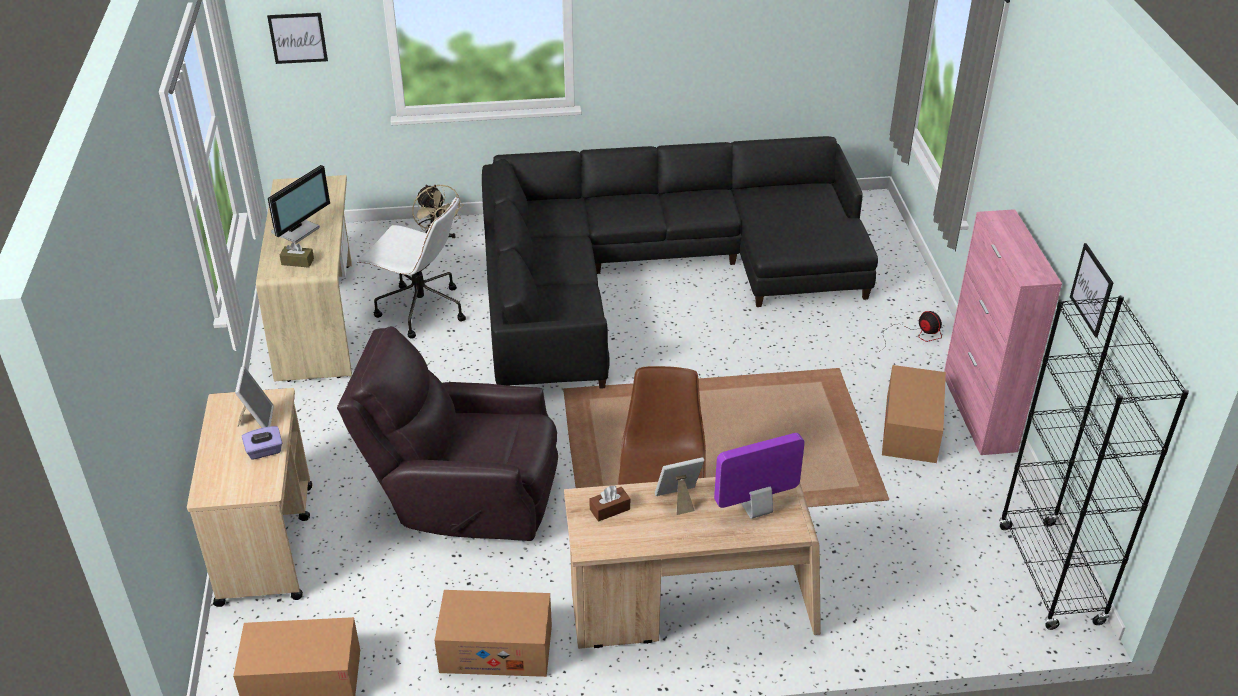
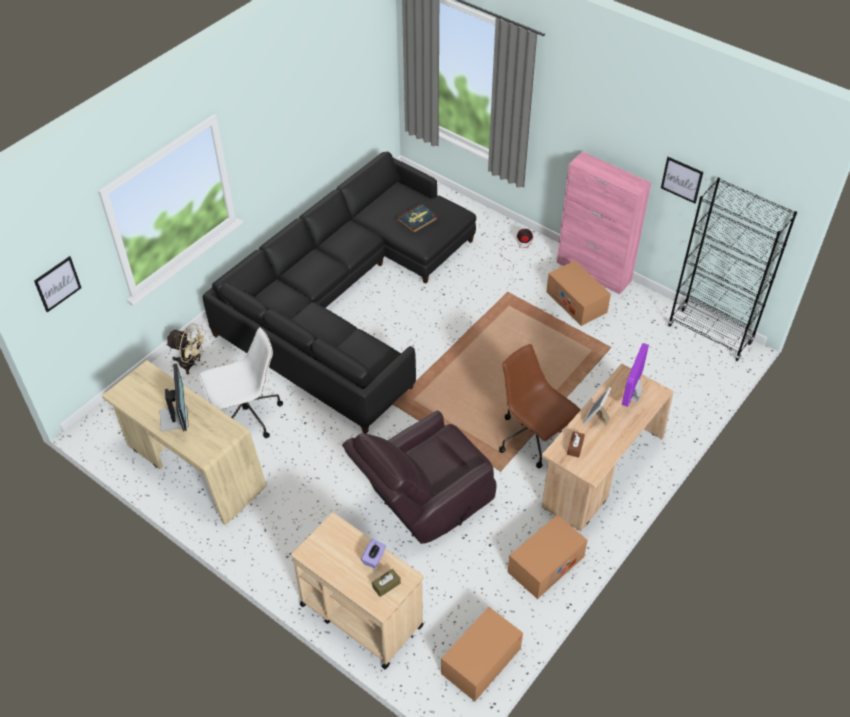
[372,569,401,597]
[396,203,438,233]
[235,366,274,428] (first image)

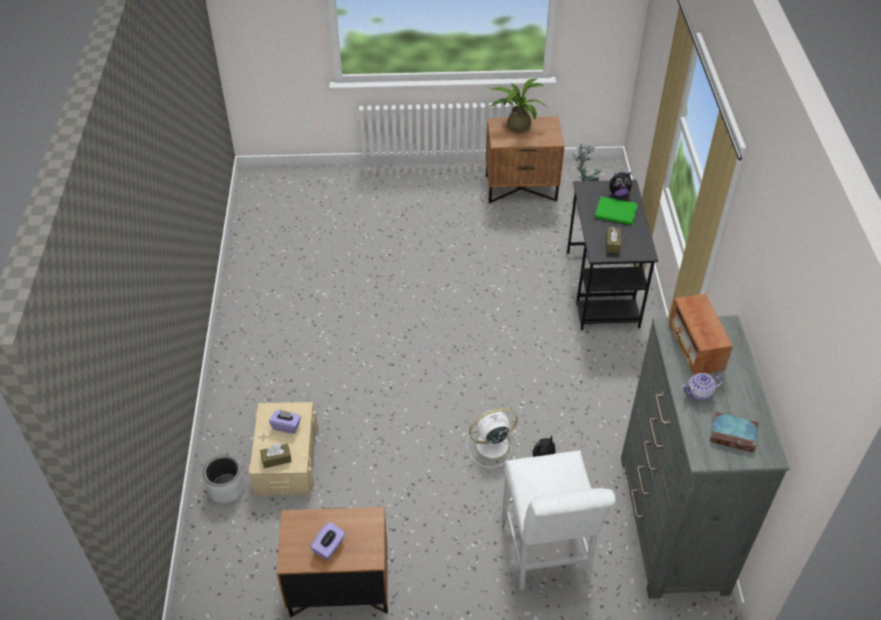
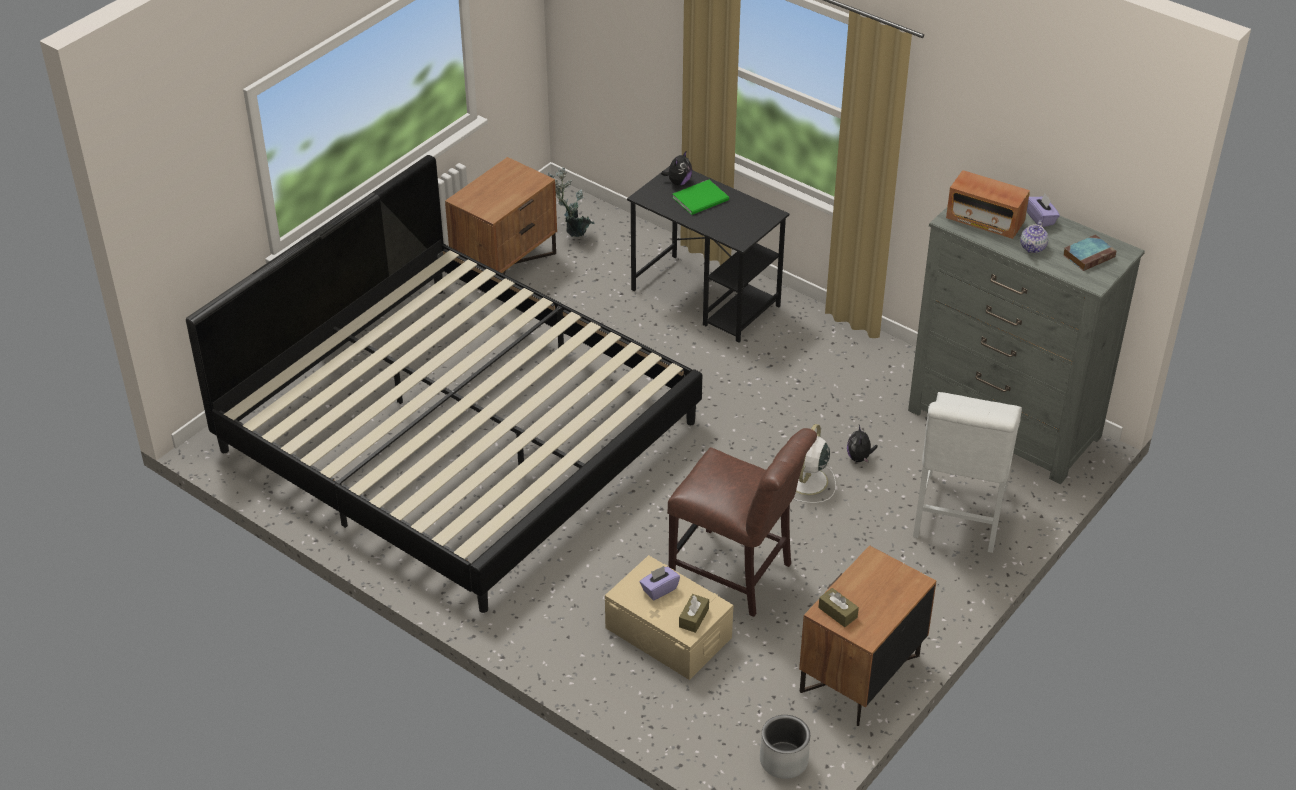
[186,155,702,613]
[667,428,817,617]
[760,715,810,779]
[818,588,859,627]
[913,392,1022,553]
[1027,193,1060,227]
[490,79,549,133] (first image)

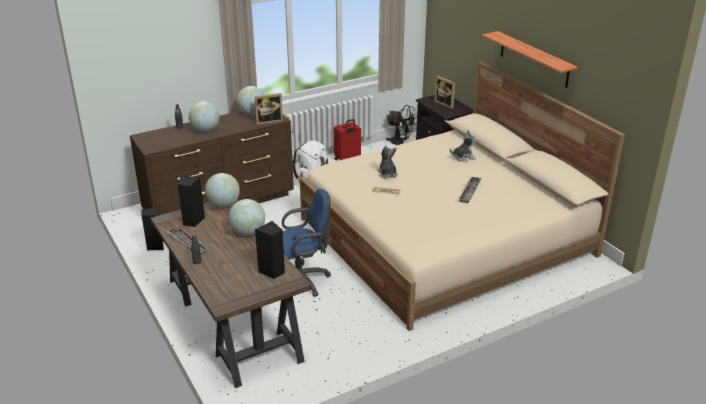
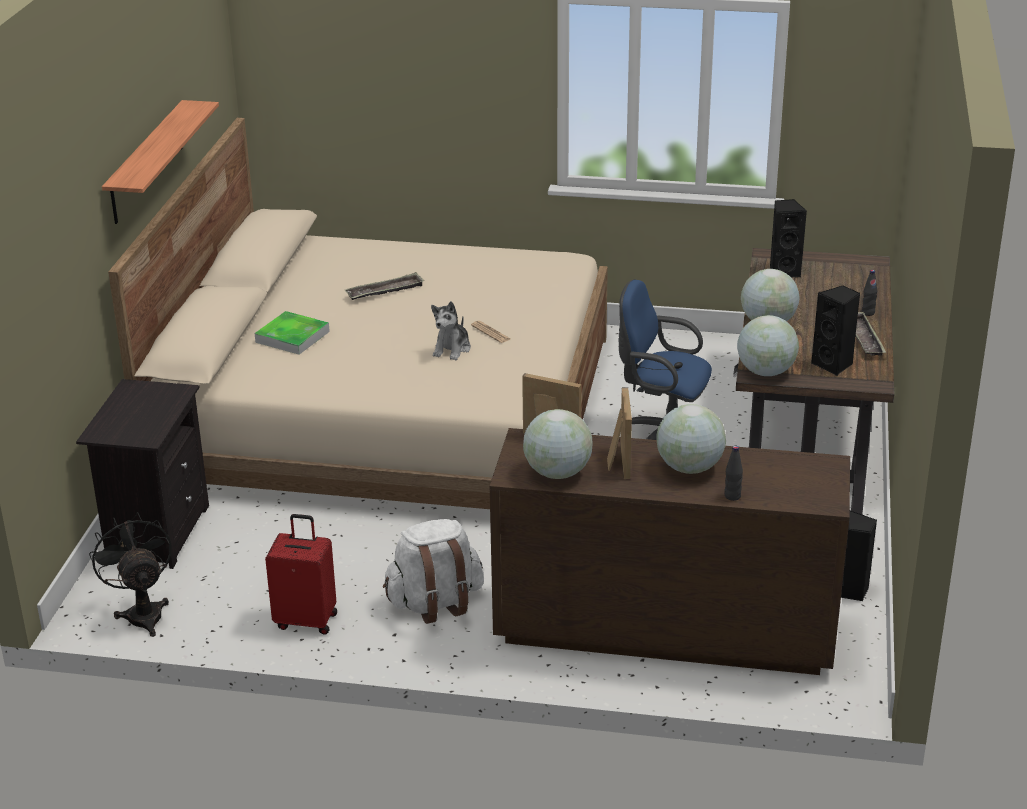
[255,311,330,355]
[607,388,632,479]

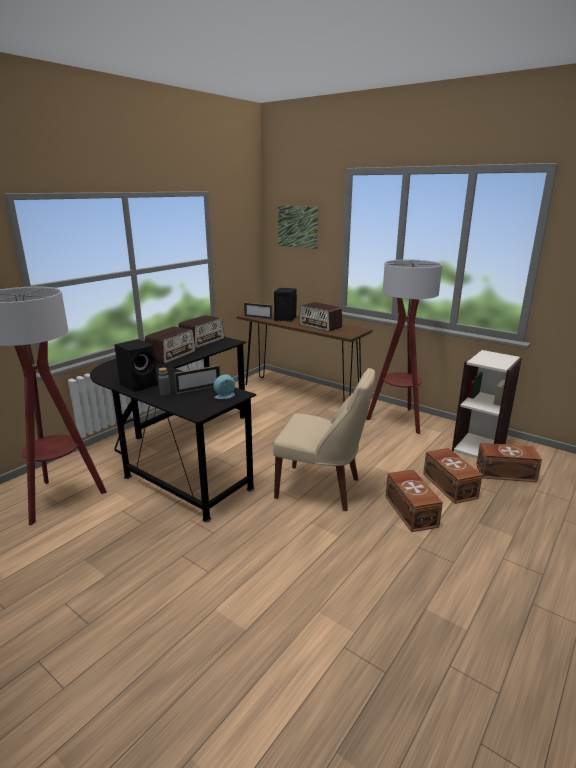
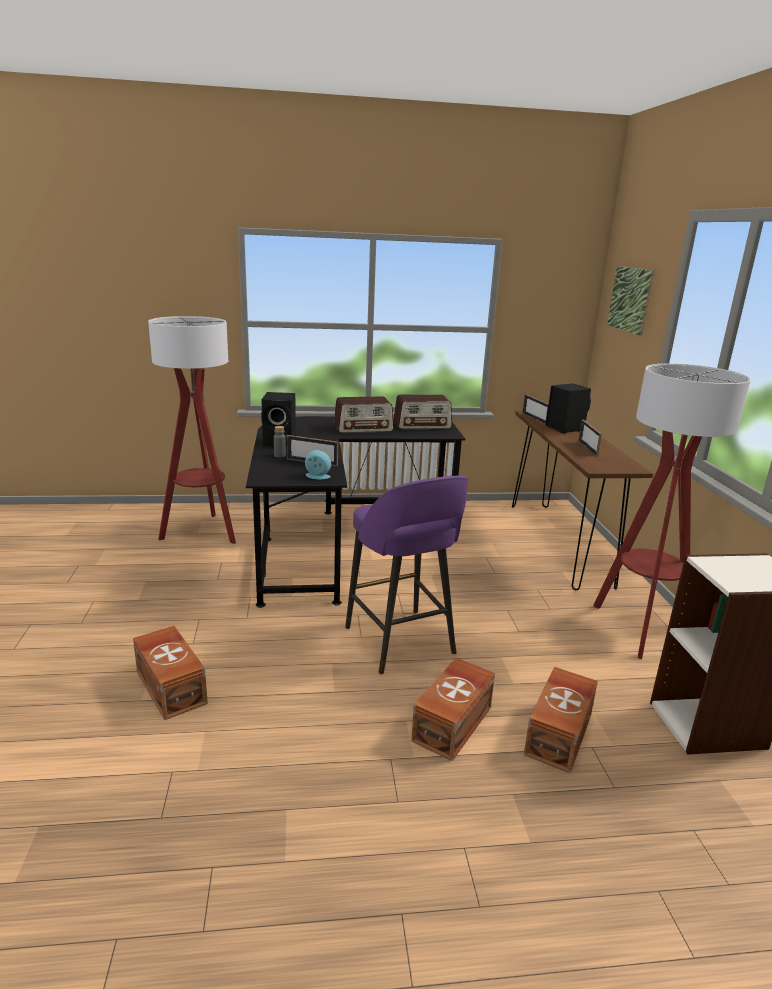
[133,626,208,720]
[345,476,468,674]
[578,420,602,457]

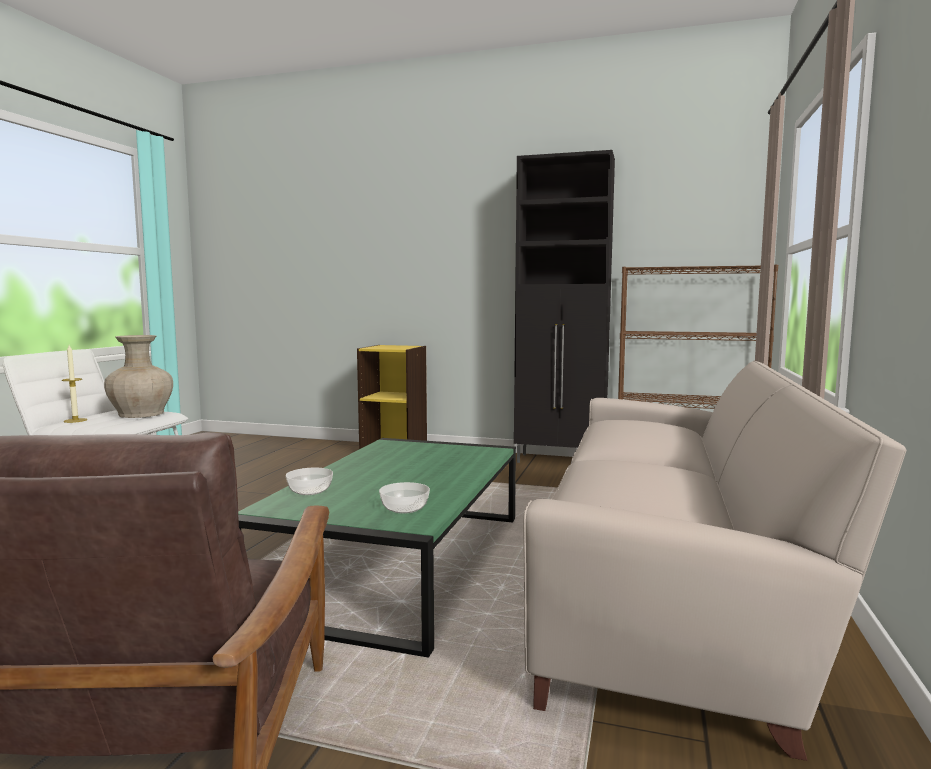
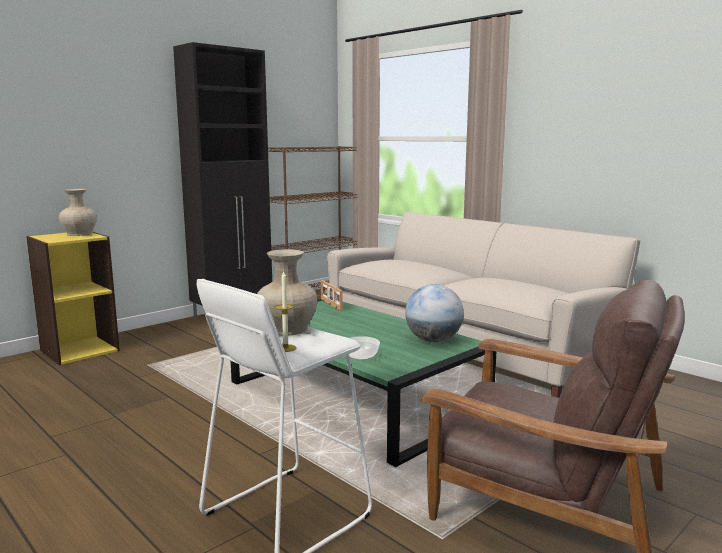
[59,189,97,236]
[321,280,343,311]
[405,284,464,342]

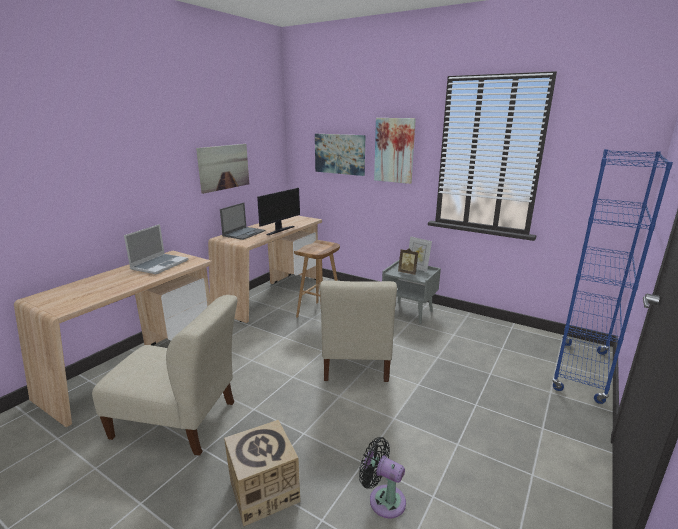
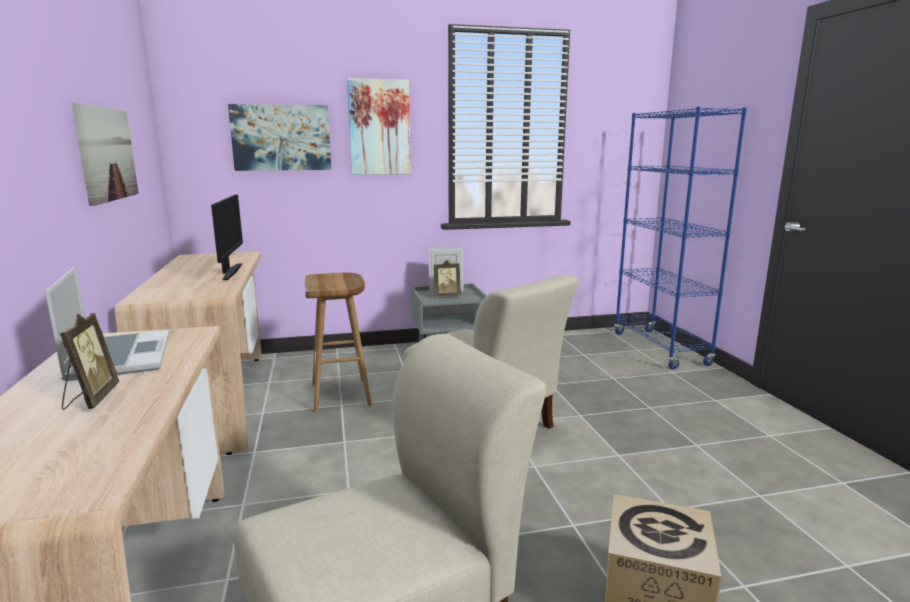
[60,313,119,410]
[220,203,265,240] (first image)
[359,437,406,519] (first image)

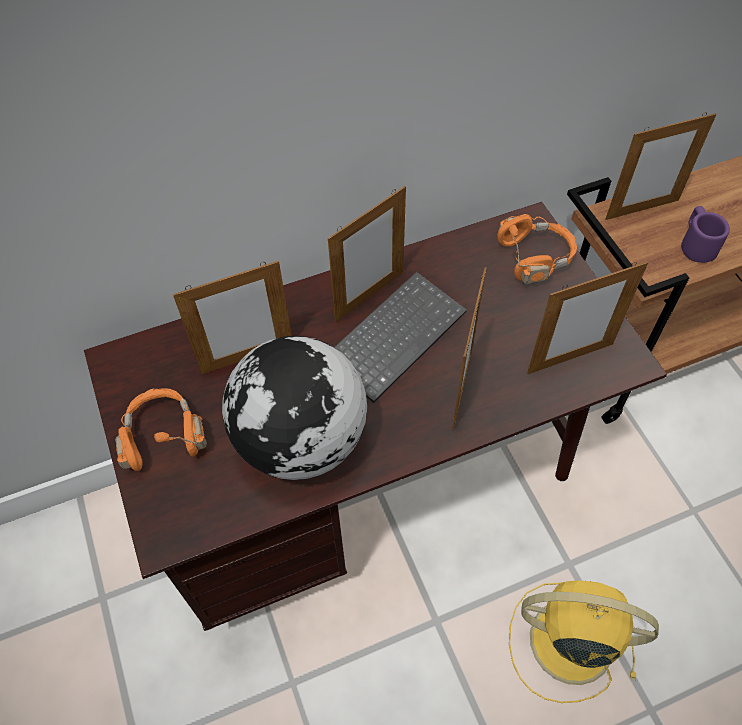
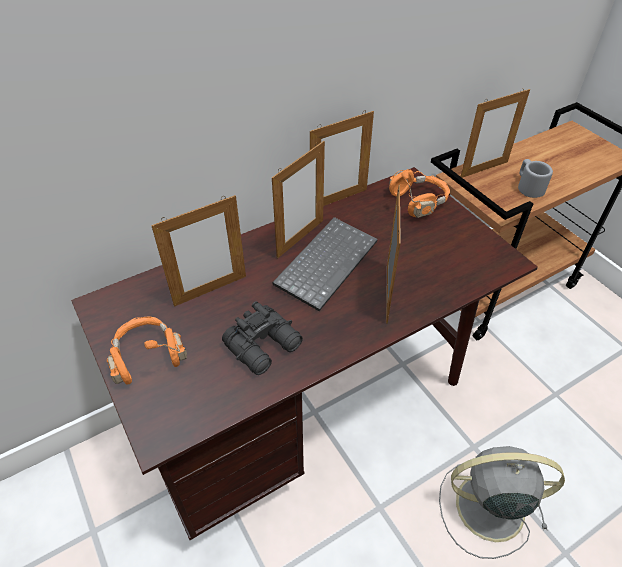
[222,301,303,375]
[310,110,374,206]
[439,446,565,559]
[518,159,553,198]

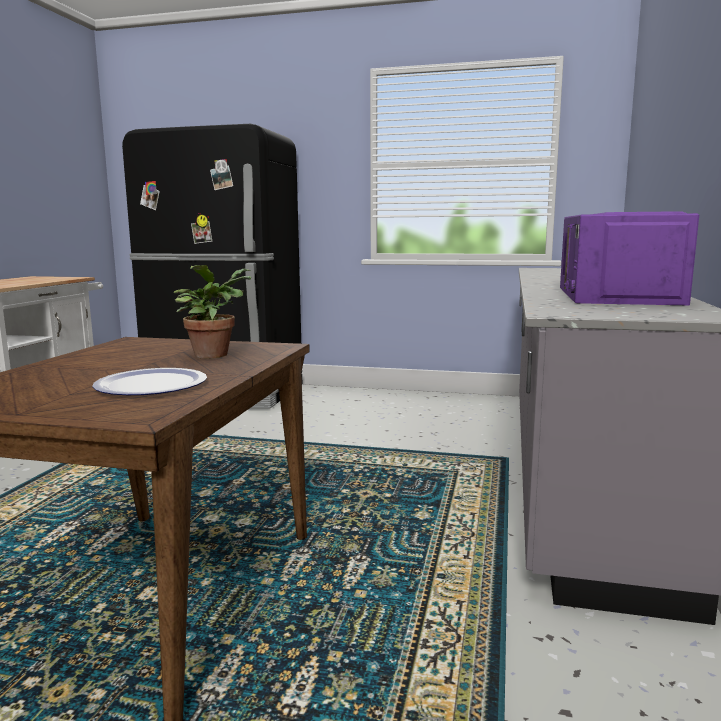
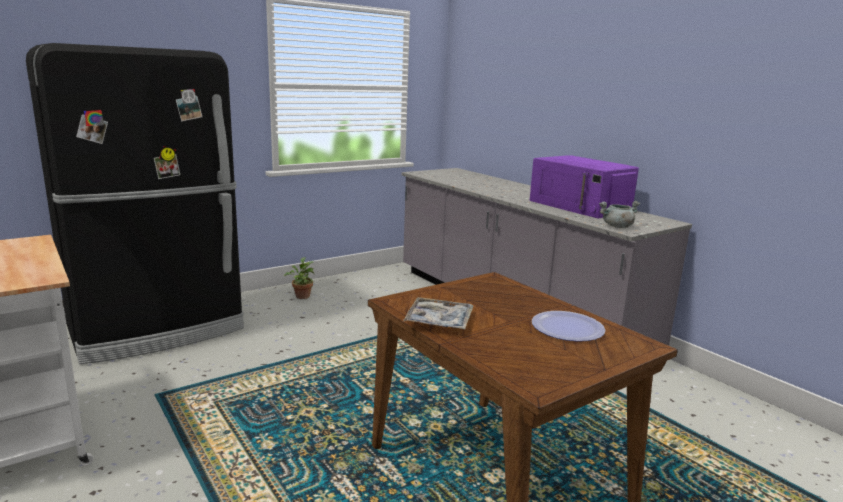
[284,257,314,299]
[403,297,473,329]
[599,201,640,228]

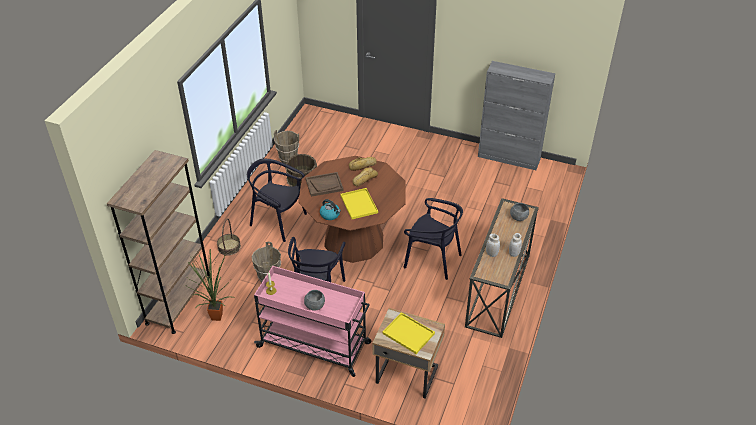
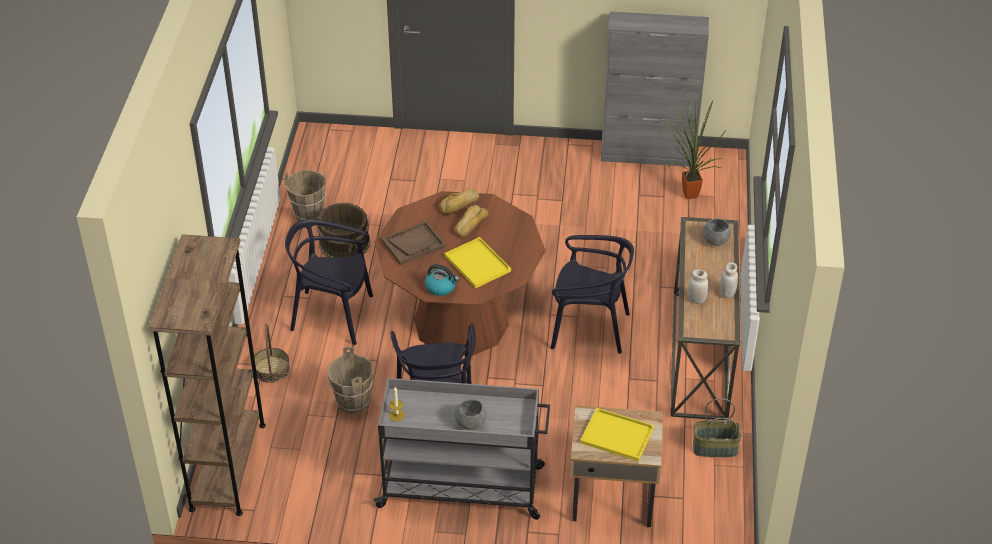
[373,378,550,520]
[666,95,725,199]
[693,399,742,457]

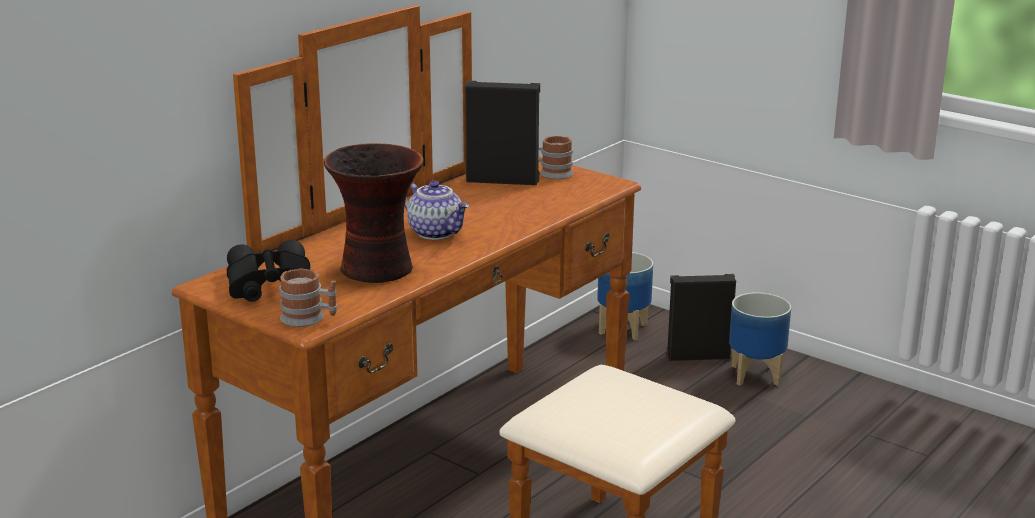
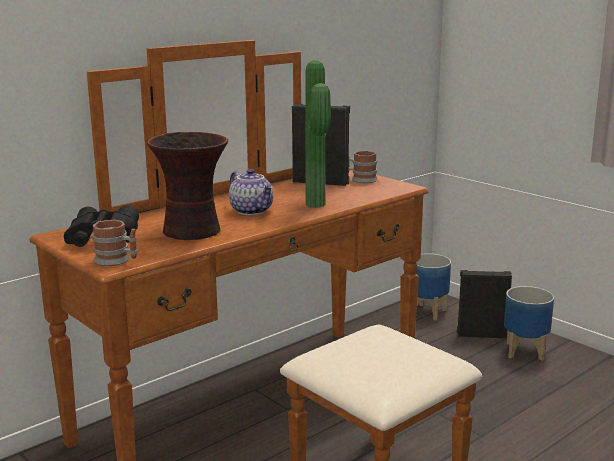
[305,60,331,208]

